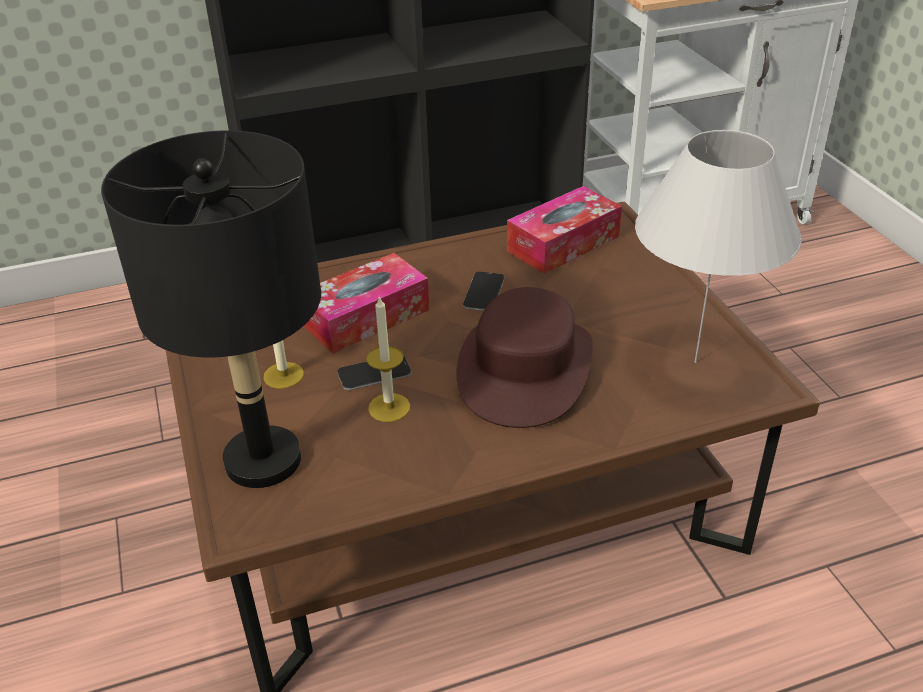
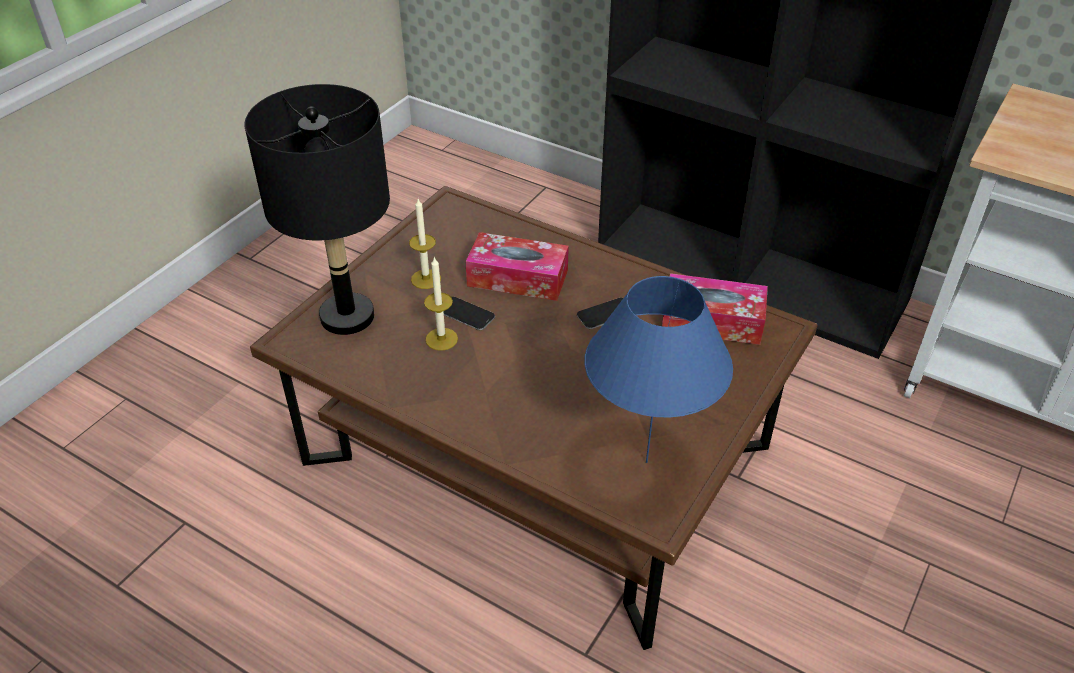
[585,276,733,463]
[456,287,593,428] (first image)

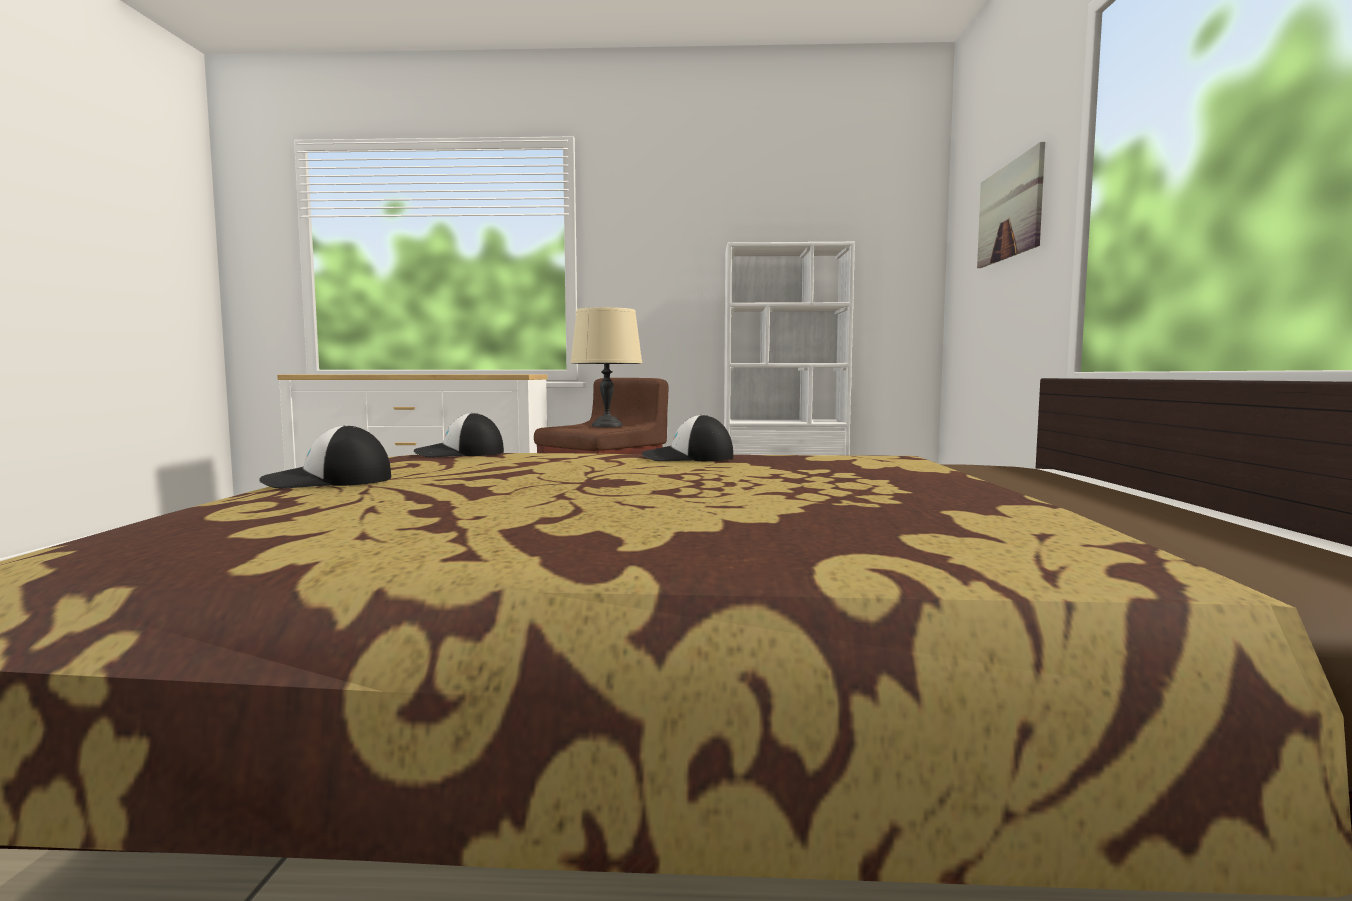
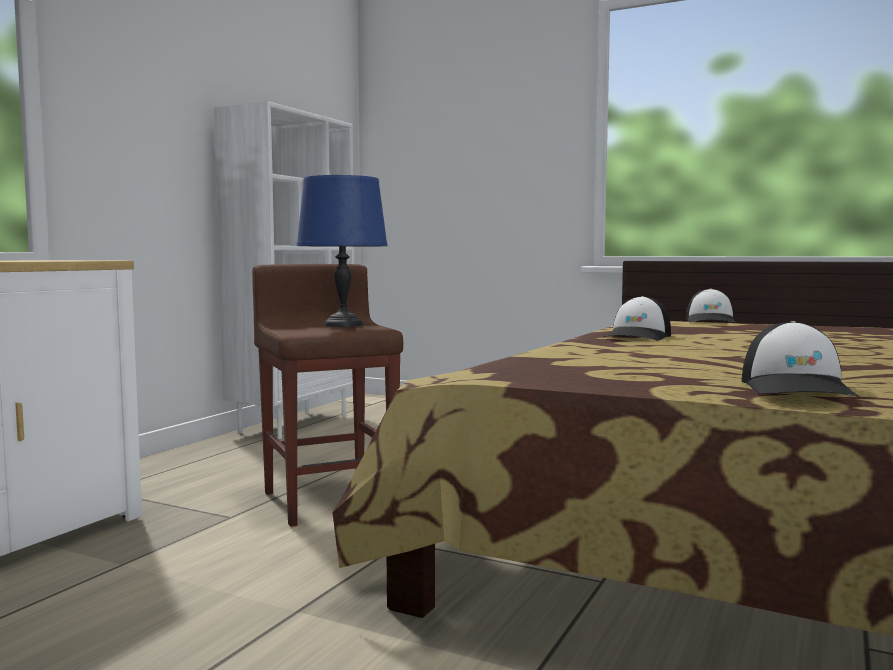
[297,175,388,327]
[686,288,736,323]
[977,142,1045,268] (first image)

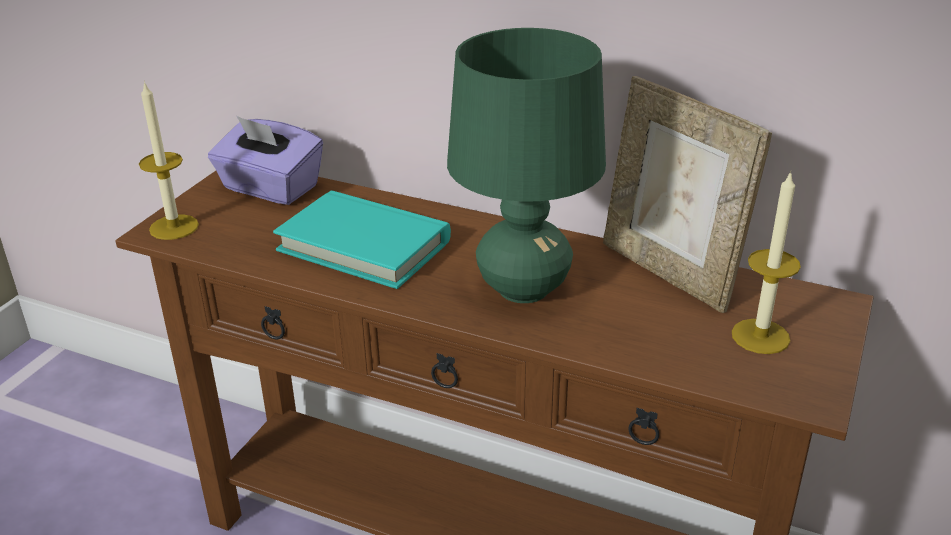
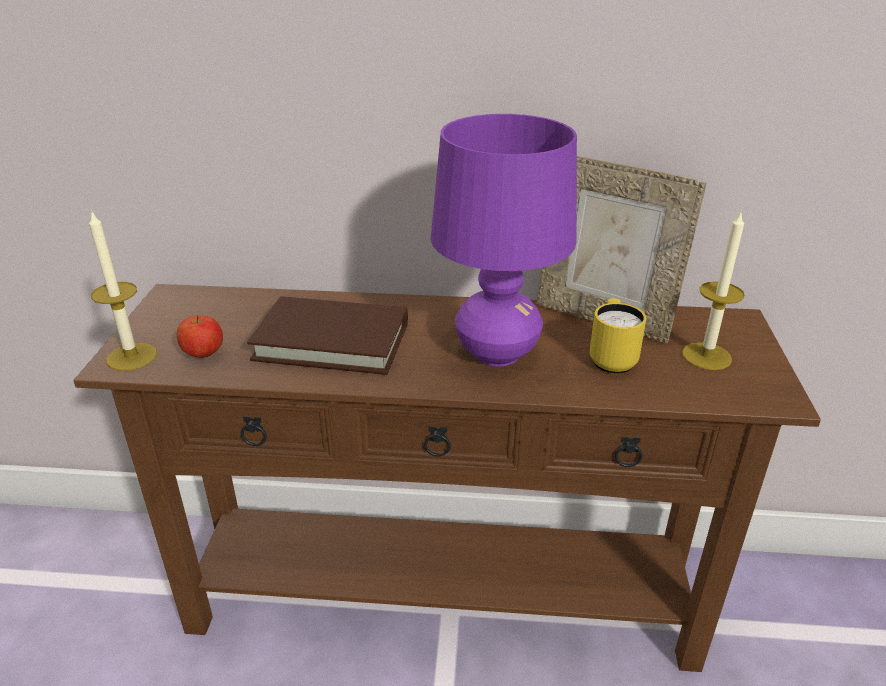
[177,315,223,358]
[247,297,408,375]
[430,114,577,367]
[590,298,647,374]
[208,116,323,205] (first image)

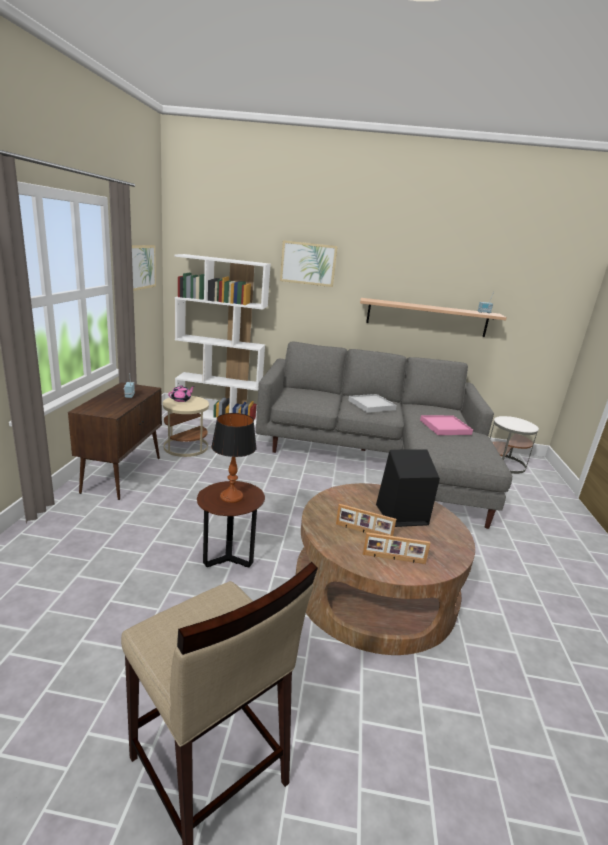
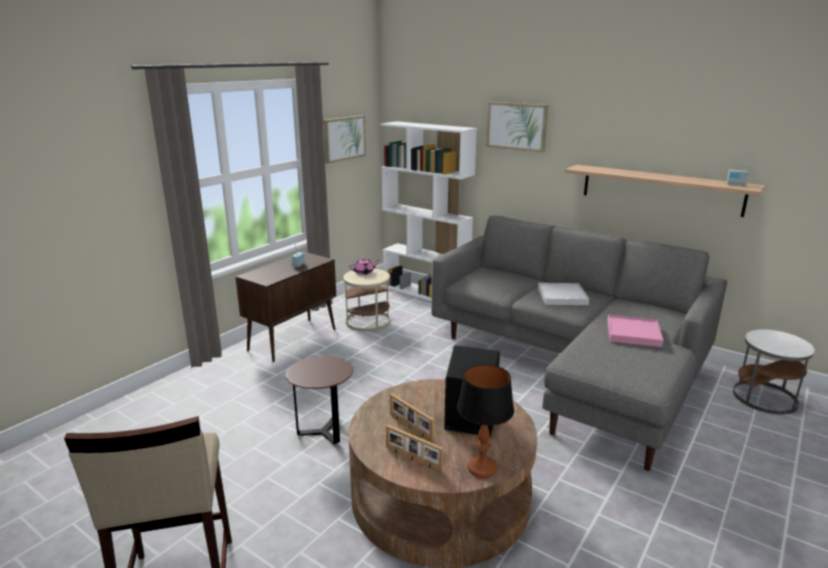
[457,364,514,478]

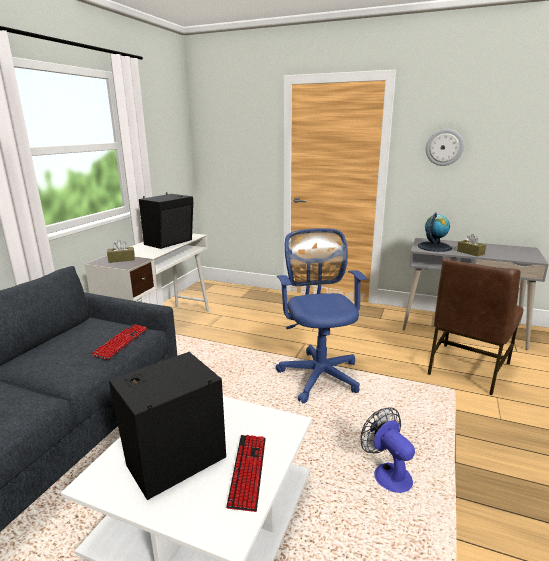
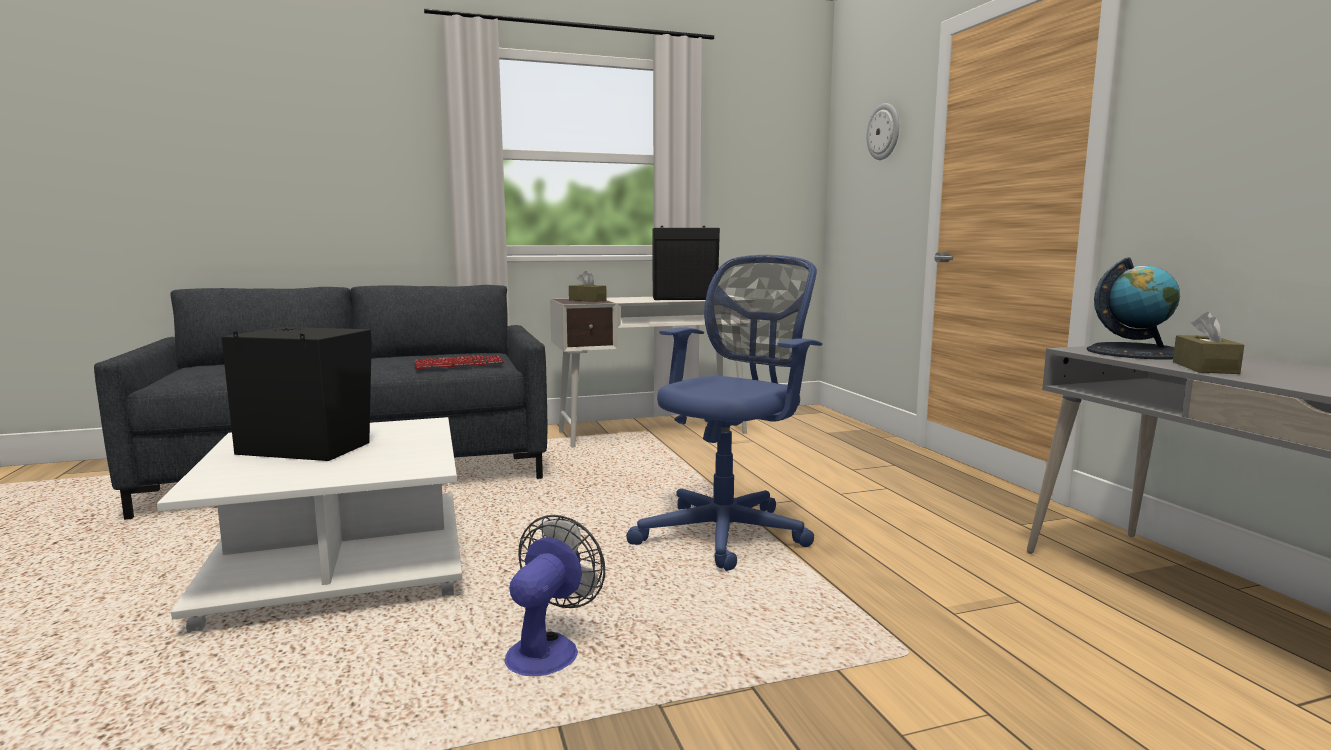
[867,103,899,160]
[226,435,266,512] (first image)
[428,258,523,395] (first image)

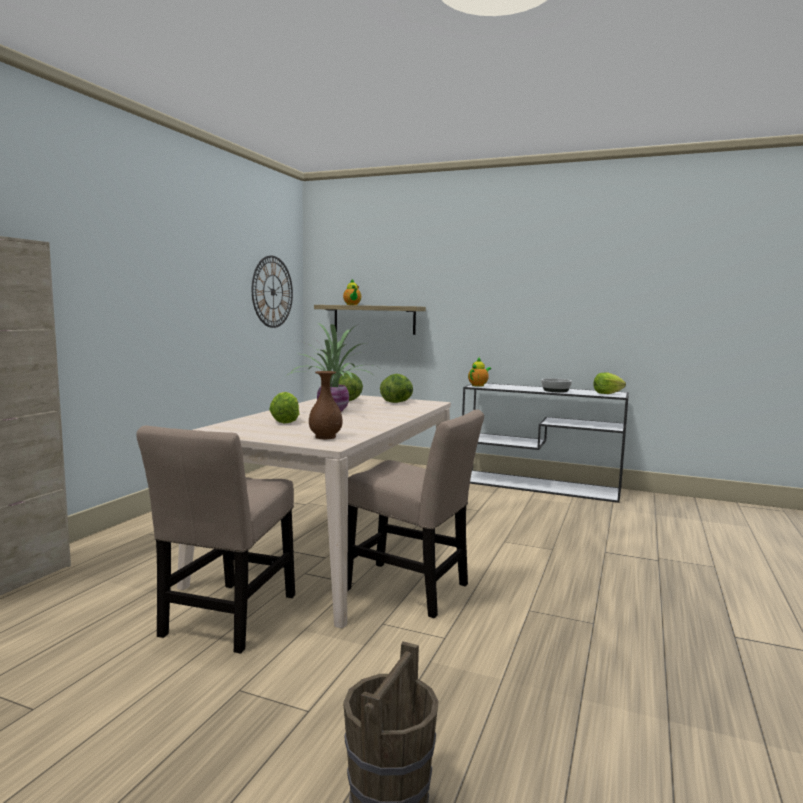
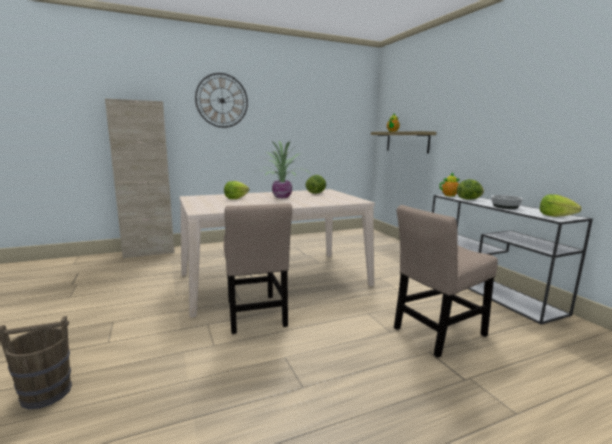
[195,73,248,128]
[394,205,498,358]
[457,179,484,200]
[309,371,343,439] (first image)

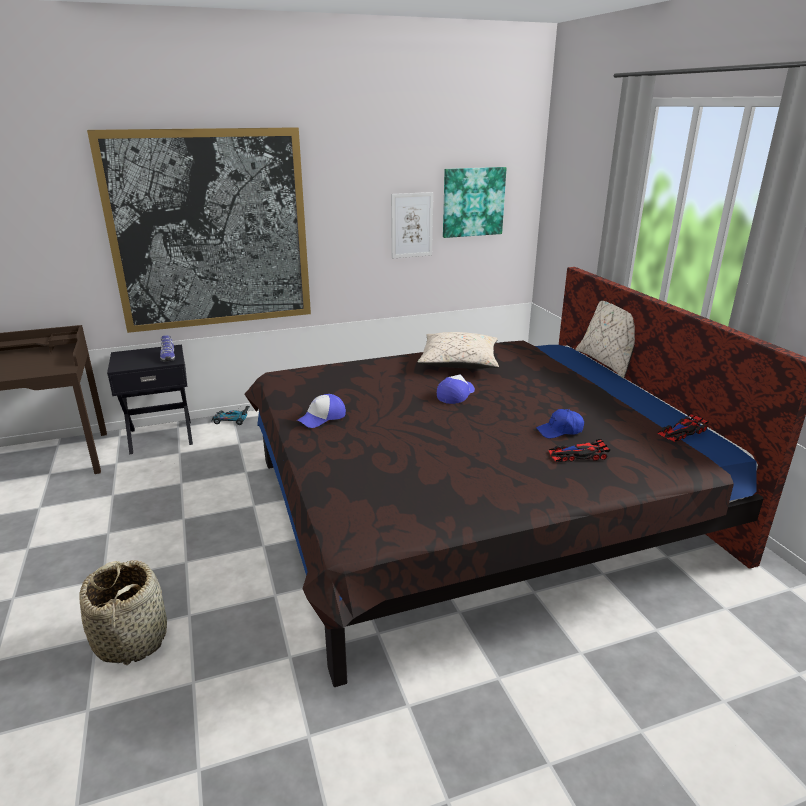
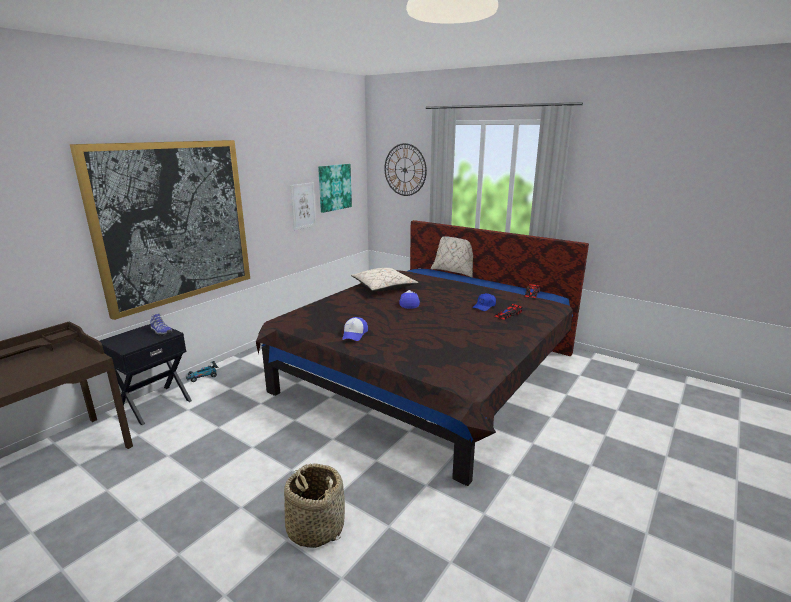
[384,143,427,196]

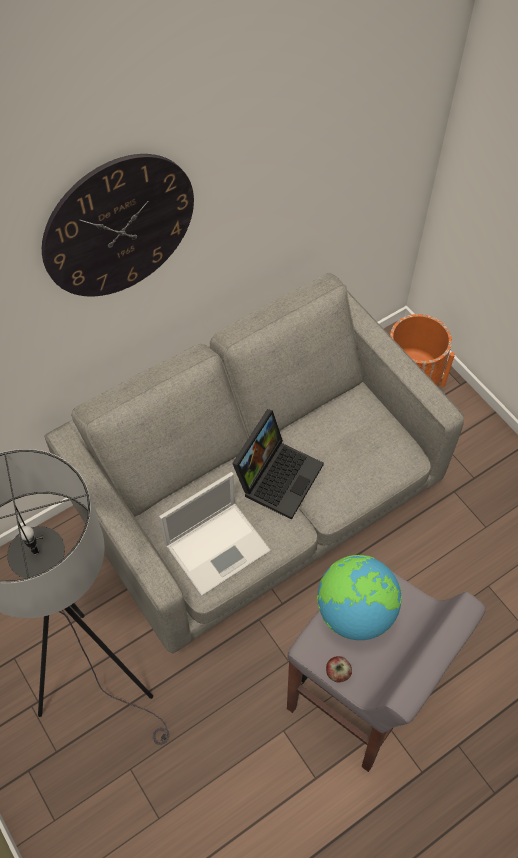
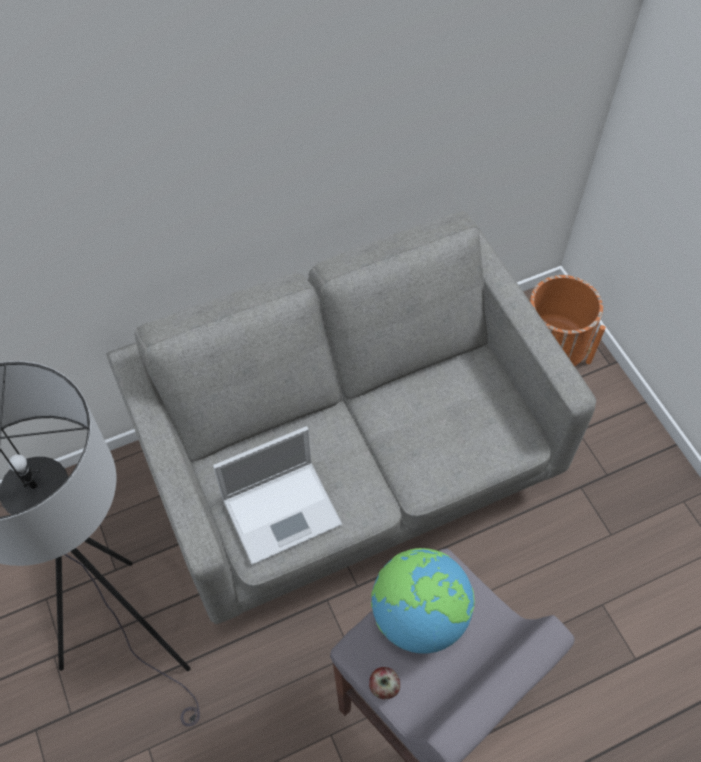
[42,154,194,296] (first image)
[232,409,324,520] (first image)

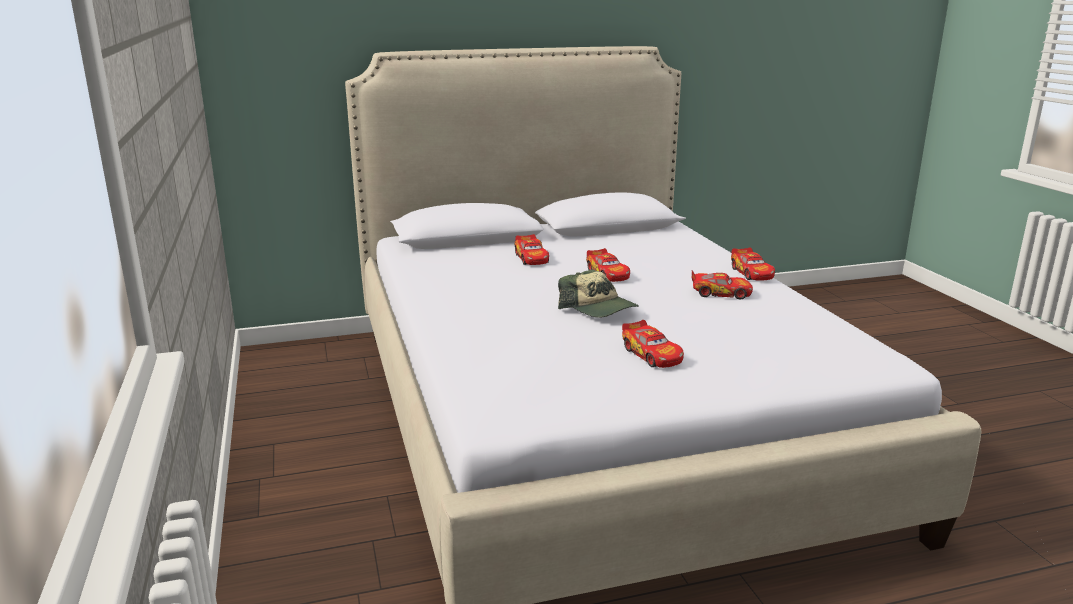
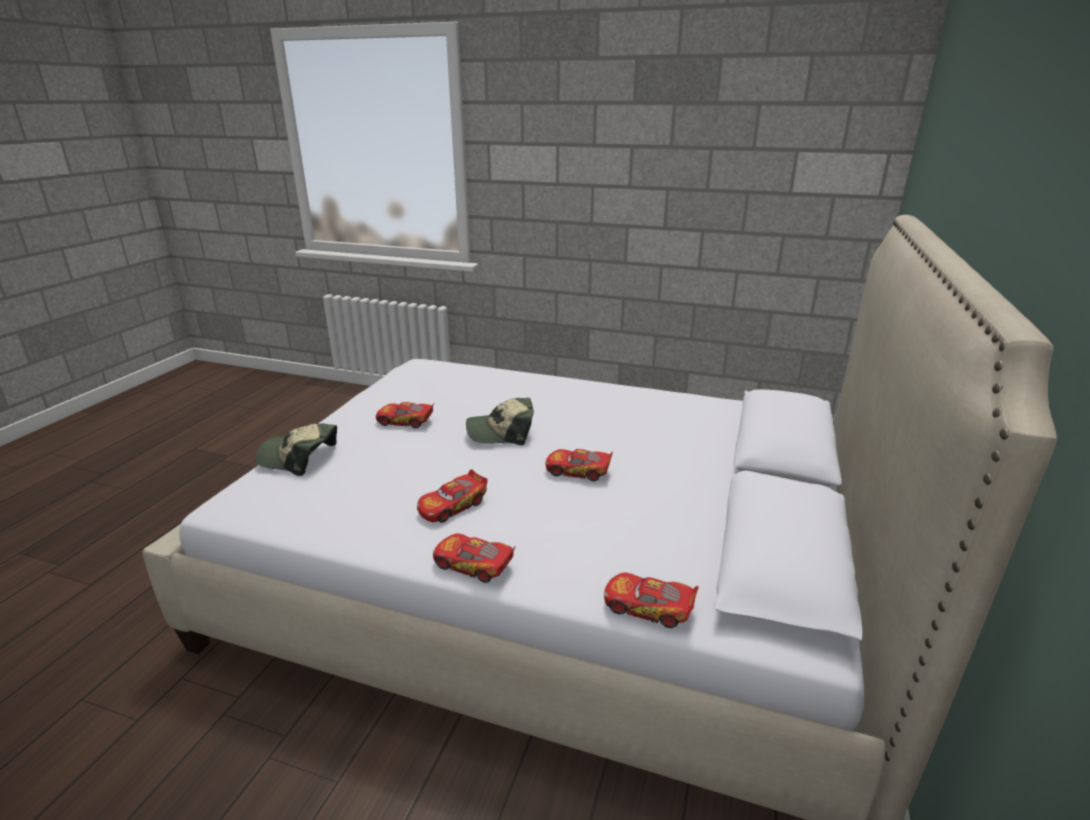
[255,423,337,476]
[604,573,699,628]

